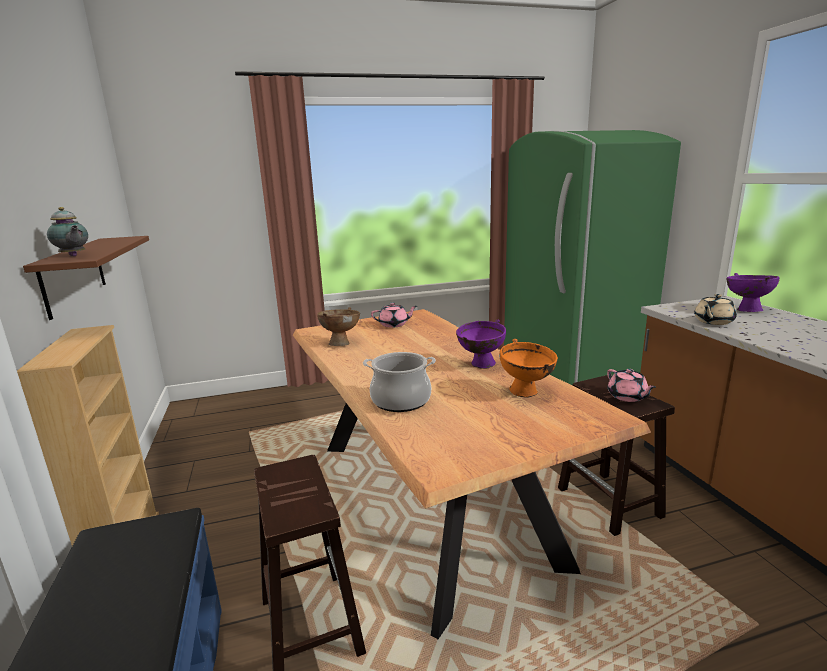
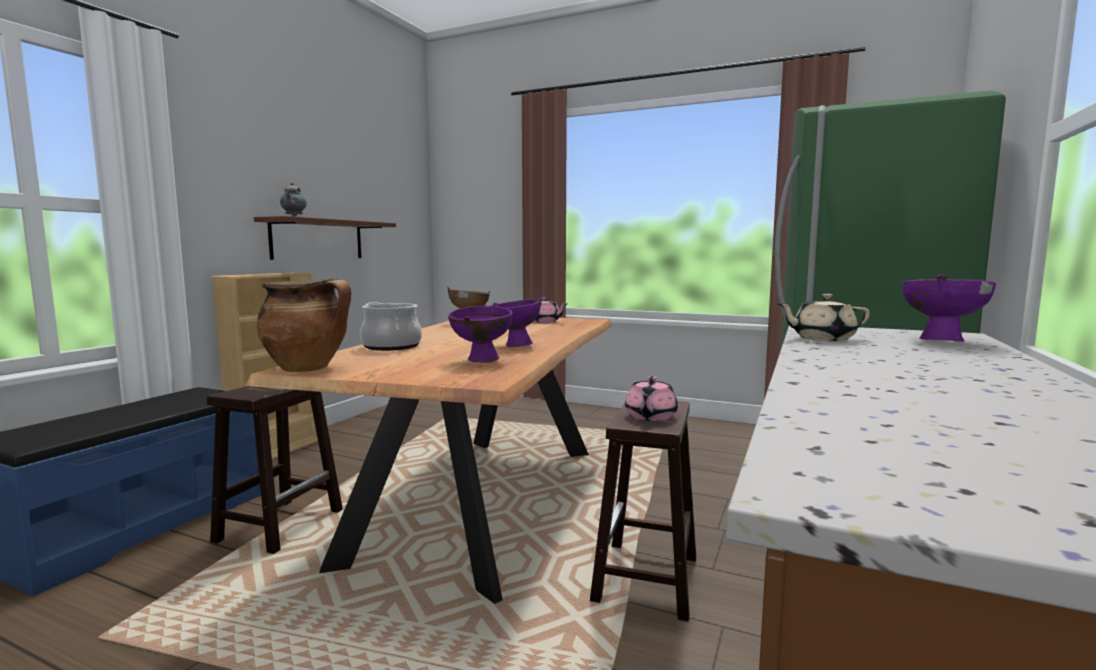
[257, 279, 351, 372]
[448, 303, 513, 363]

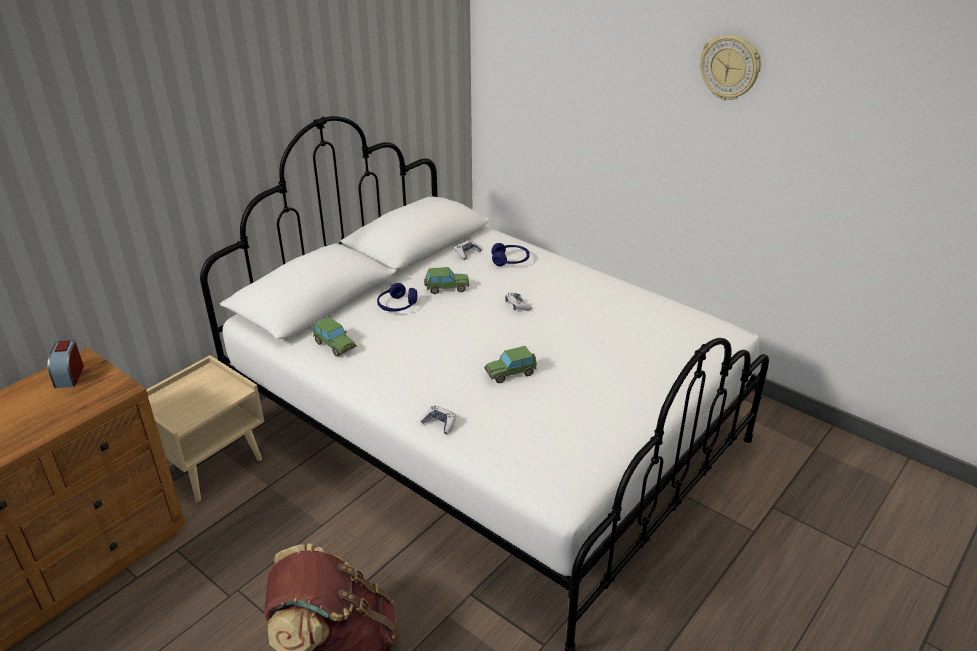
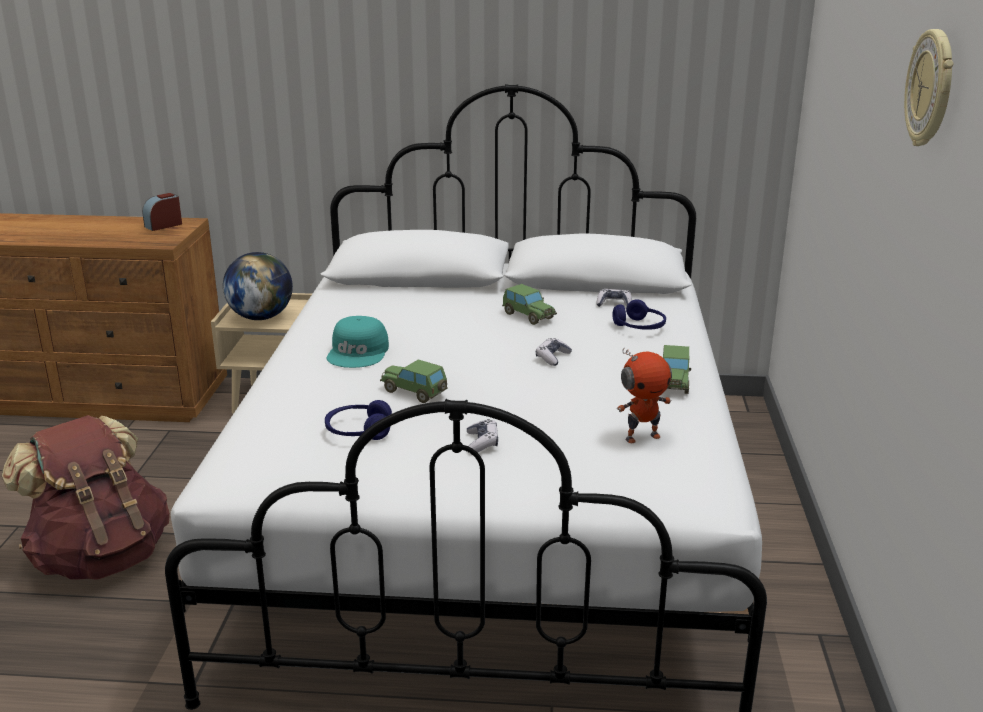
[223, 252, 293, 320]
[325, 400, 392, 440]
[327, 316, 389, 368]
[467, 419, 498, 453]
[617, 348, 672, 443]
[663, 345, 691, 394]

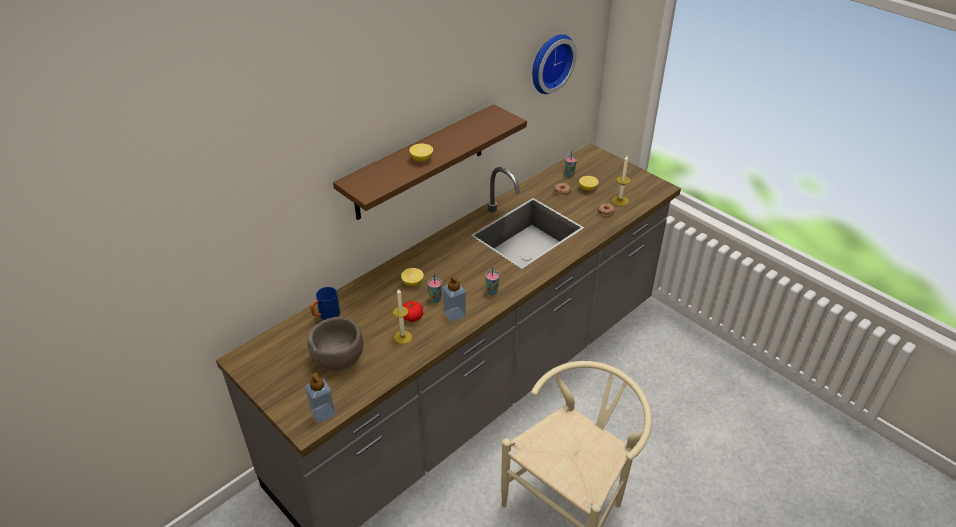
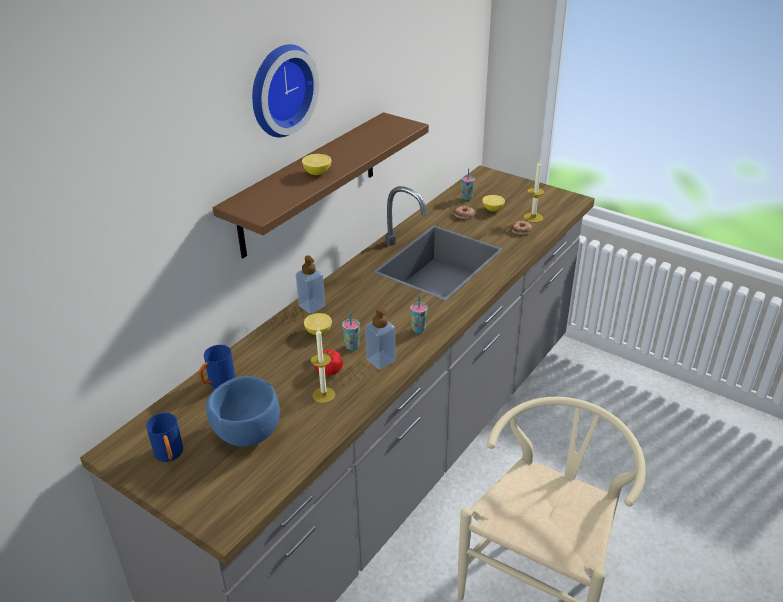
[146, 413, 183, 462]
[206, 376, 280, 447]
[252, 44, 319, 137]
[296, 256, 325, 314]

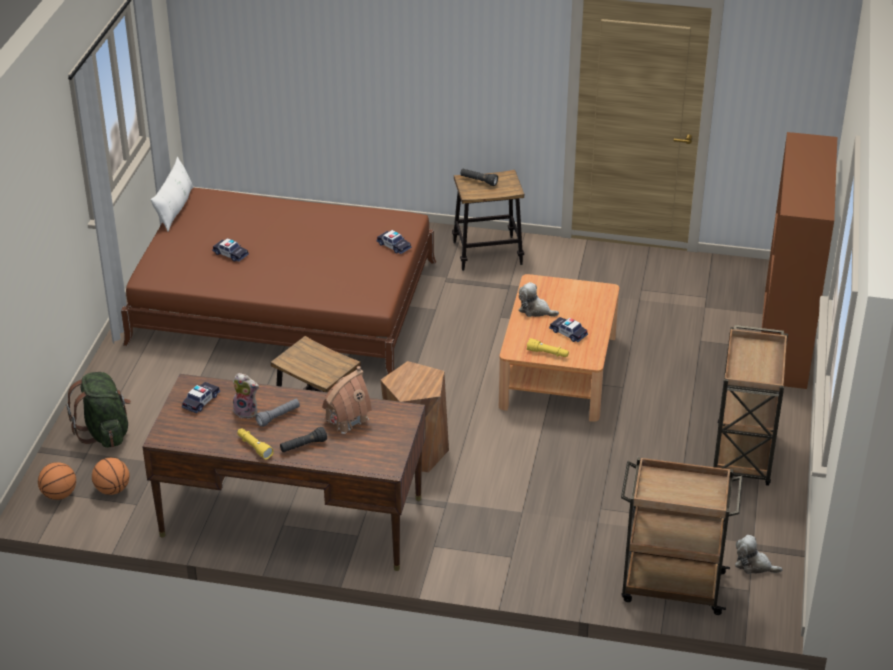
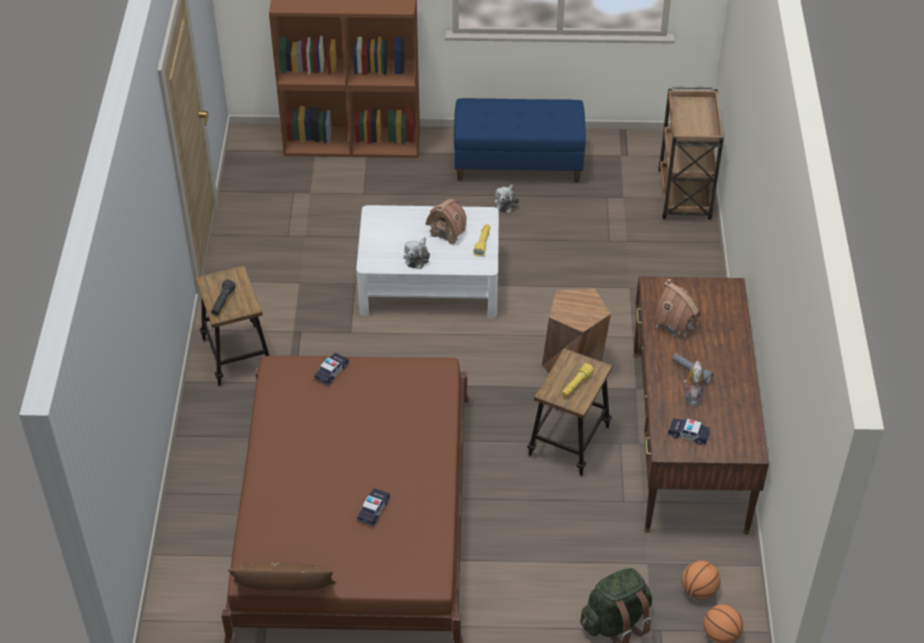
[228, 563, 336, 591]
[356, 205, 499, 318]
[426, 199, 467, 245]
[454, 98, 586, 183]
[494, 184, 519, 213]
[562, 363, 594, 396]
[280, 427, 327, 452] (first image)

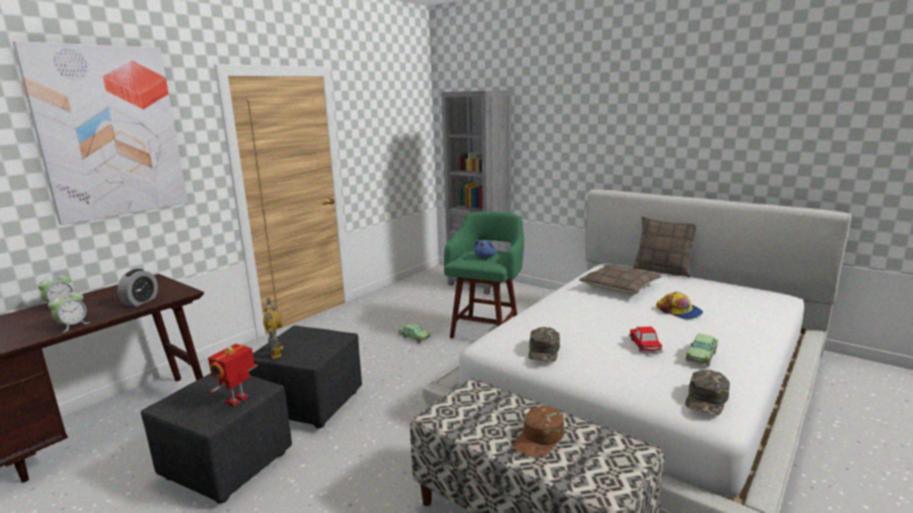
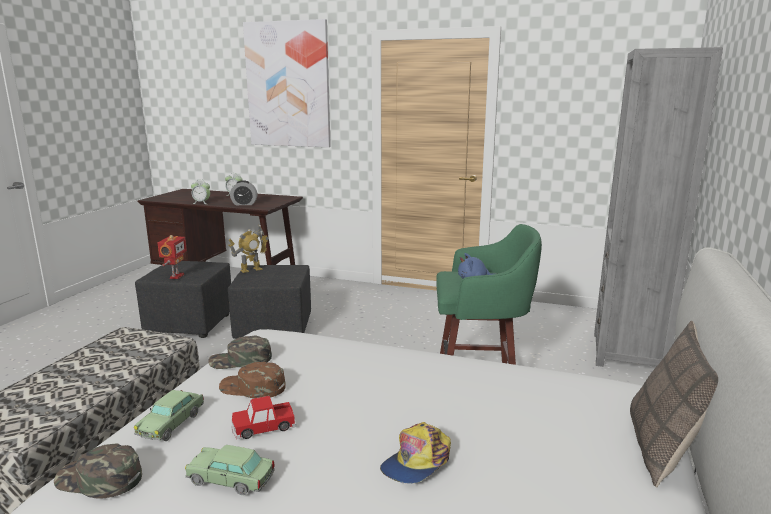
[134, 390, 204, 441]
[158, 235, 187, 279]
[219, 362, 286, 398]
[579, 265, 662, 295] (first image)

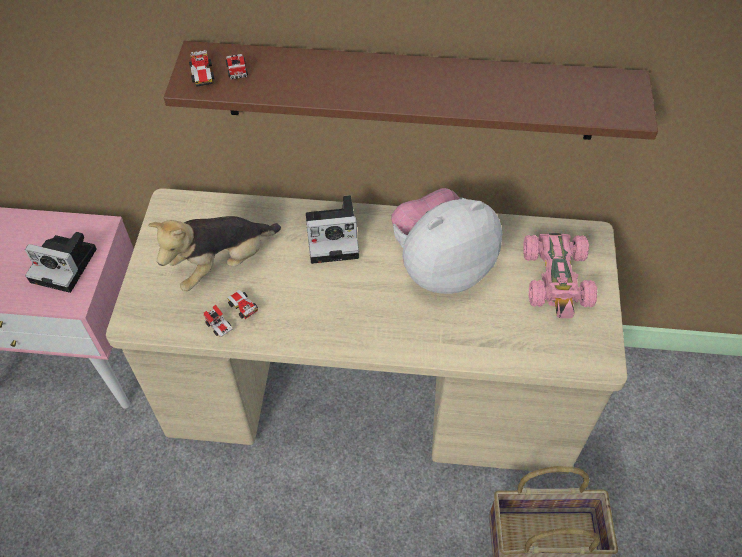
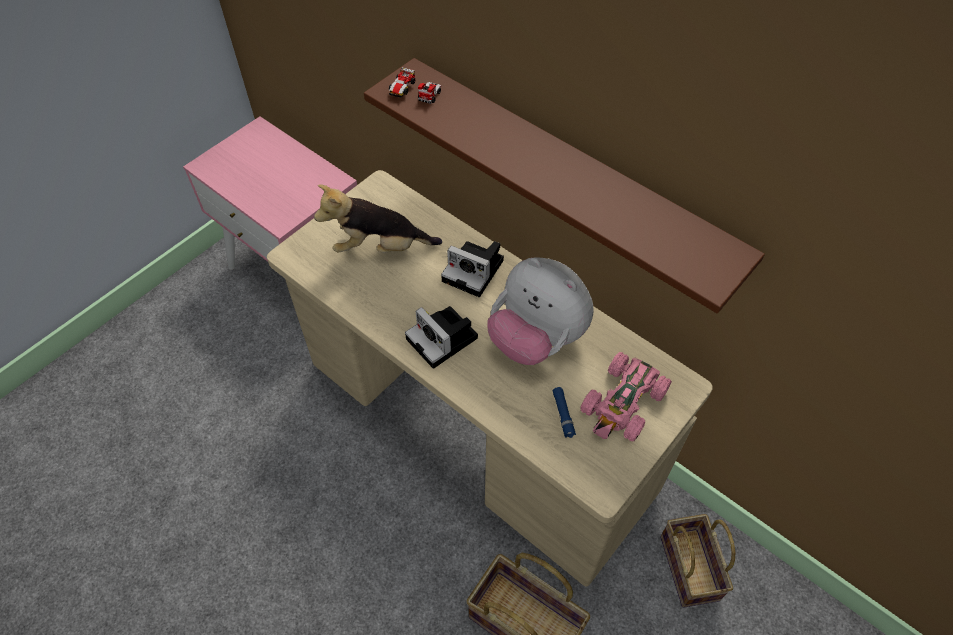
[405, 306, 478, 369]
[487, 258, 594, 365]
[553, 387, 576, 438]
[660, 514, 735, 608]
[204, 290, 258, 337] (first image)

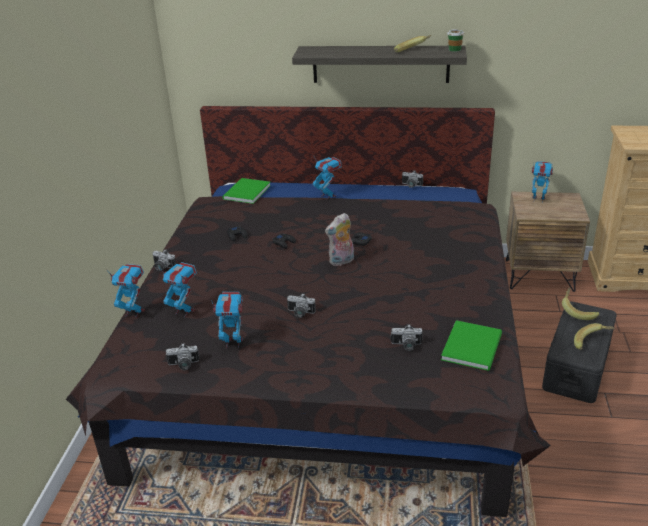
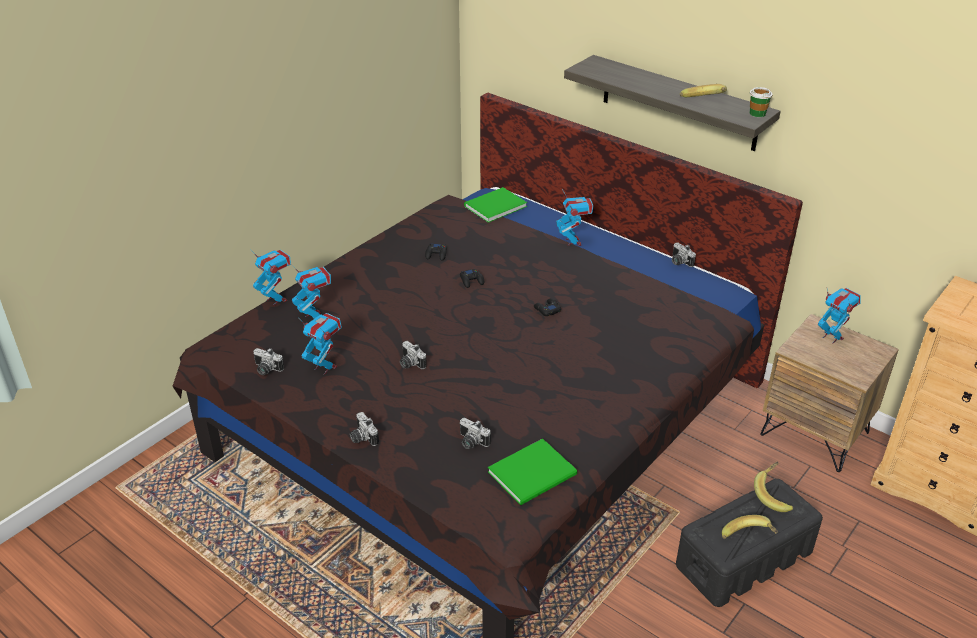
[350, 412, 379, 446]
[325, 213, 354, 266] (first image)

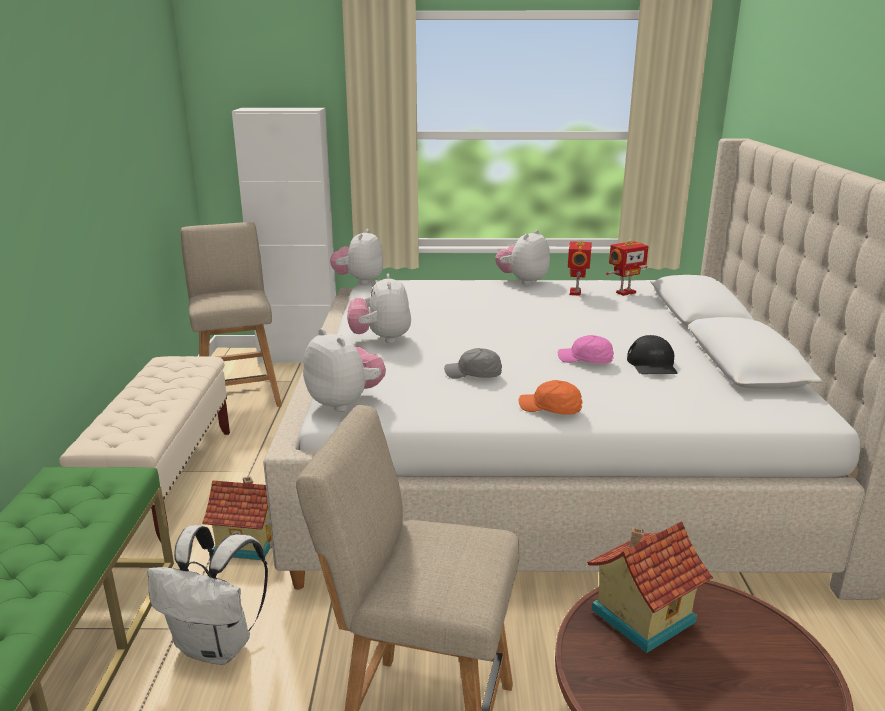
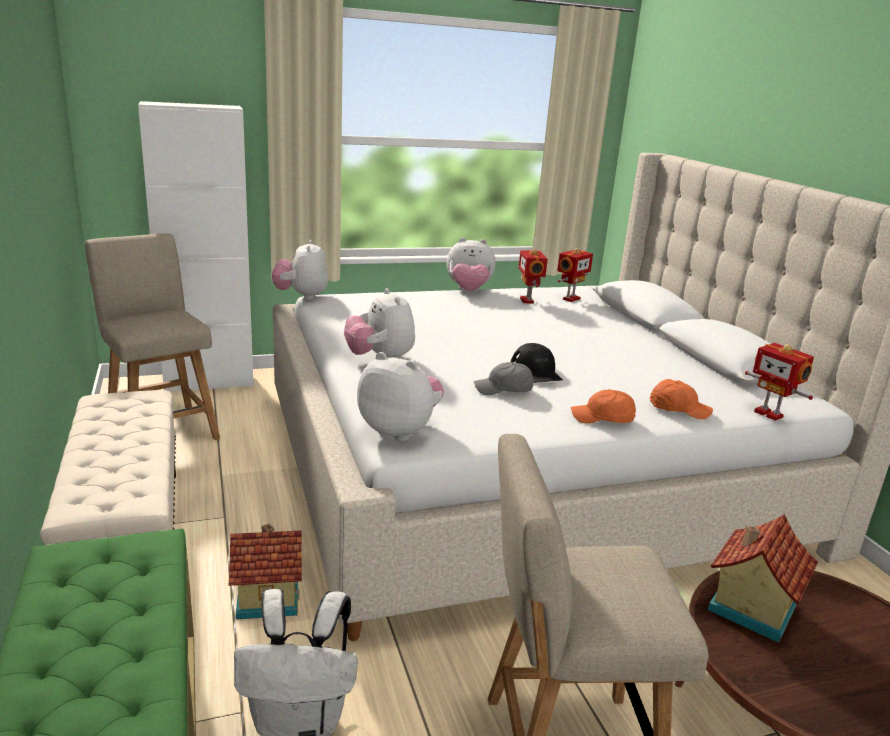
[447, 238, 495, 291]
[510, 343, 563, 383]
[650, 379, 713, 419]
[745, 343, 814, 421]
[558, 335, 614, 364] (first image)

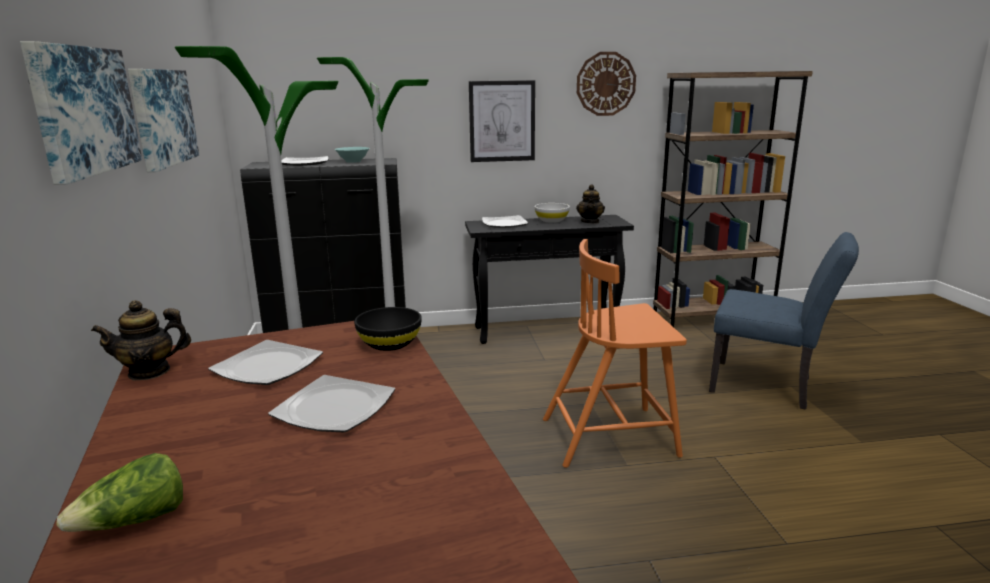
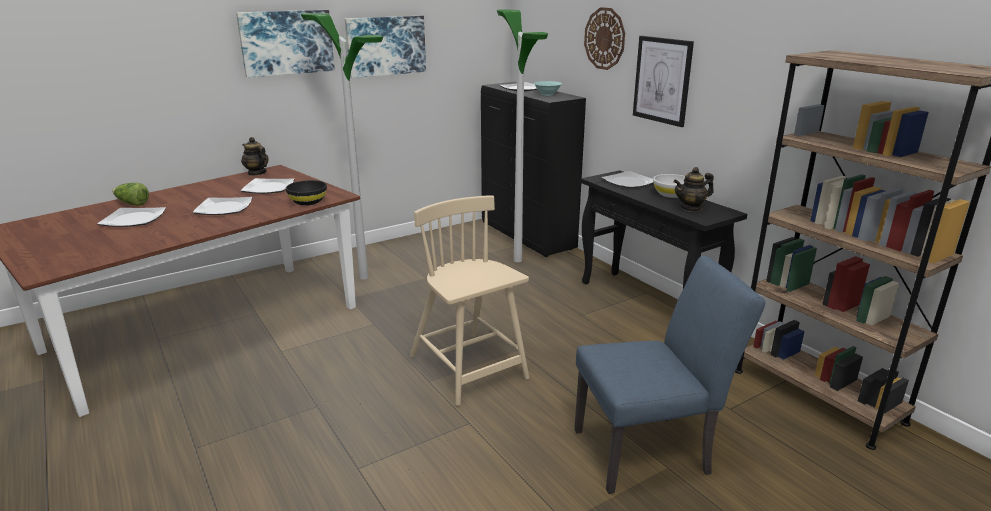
[97, 207, 166, 227]
[410, 195, 529, 406]
[574, 256, 765, 494]
[584, 7, 625, 70]

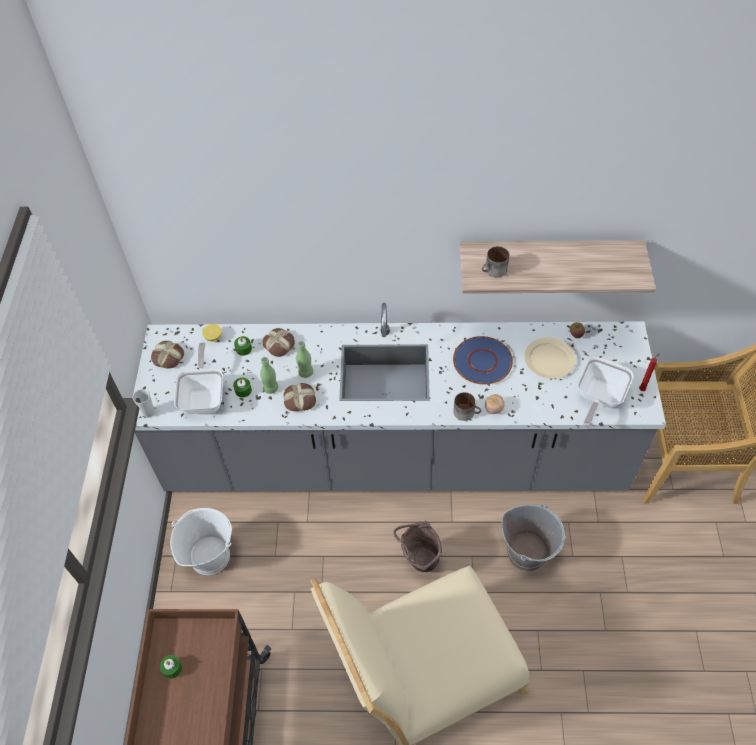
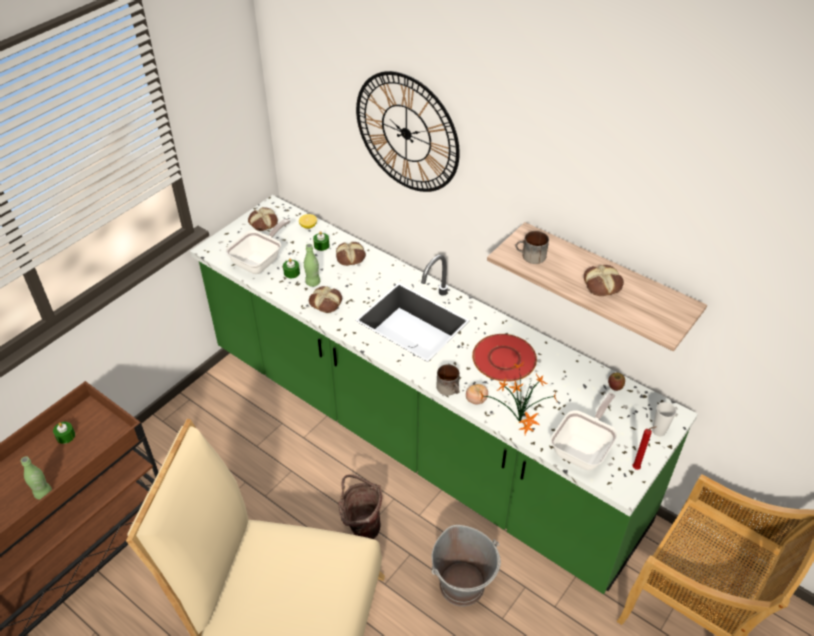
[21, 456, 52, 500]
[190, 195, 698, 594]
[356, 71, 460, 192]
[472, 334, 537, 382]
[480, 362, 557, 435]
[551, 393, 618, 470]
[584, 265, 624, 296]
[652, 402, 676, 436]
[170, 508, 232, 575] (first image)
[525, 337, 576, 379] (first image)

